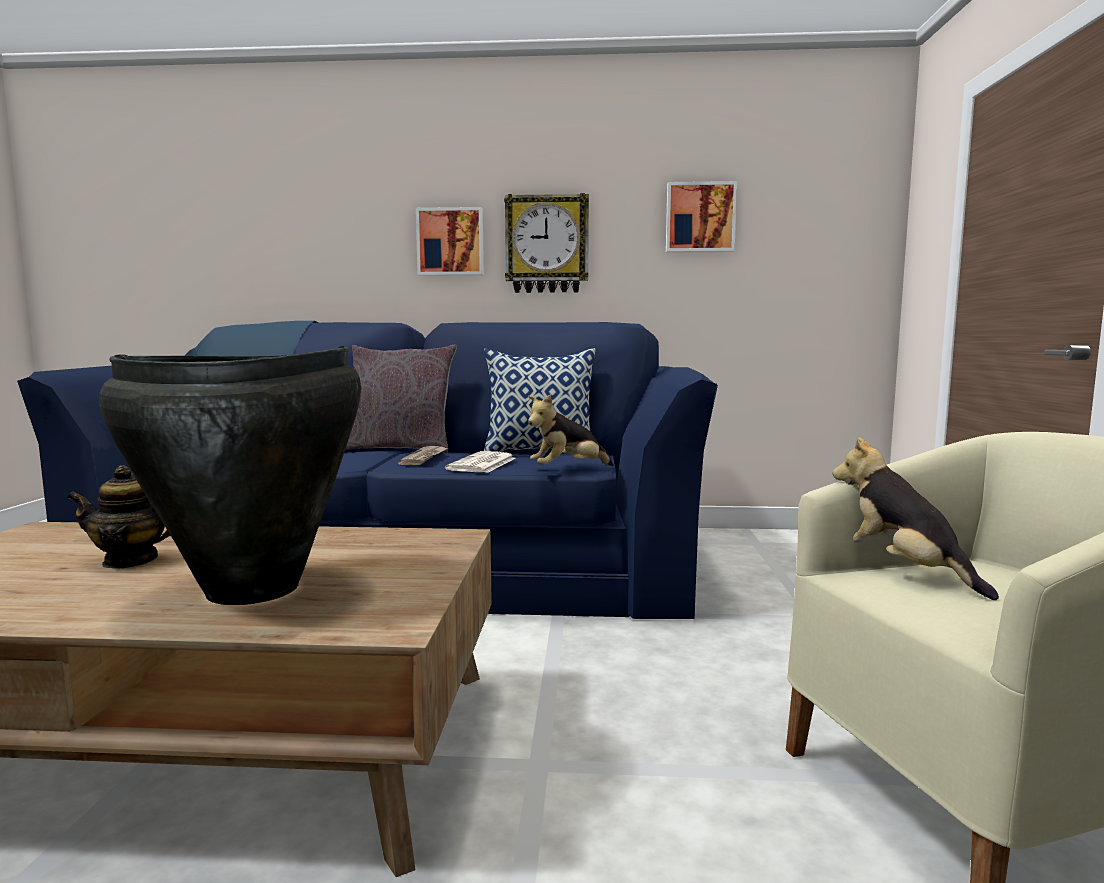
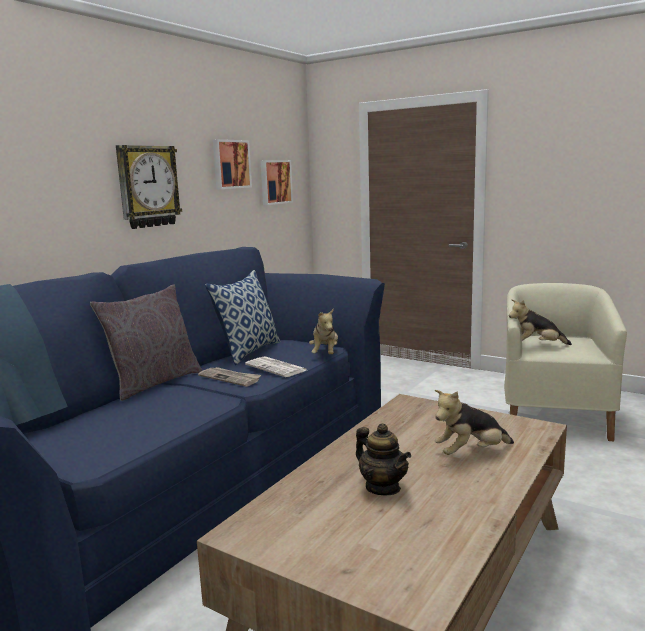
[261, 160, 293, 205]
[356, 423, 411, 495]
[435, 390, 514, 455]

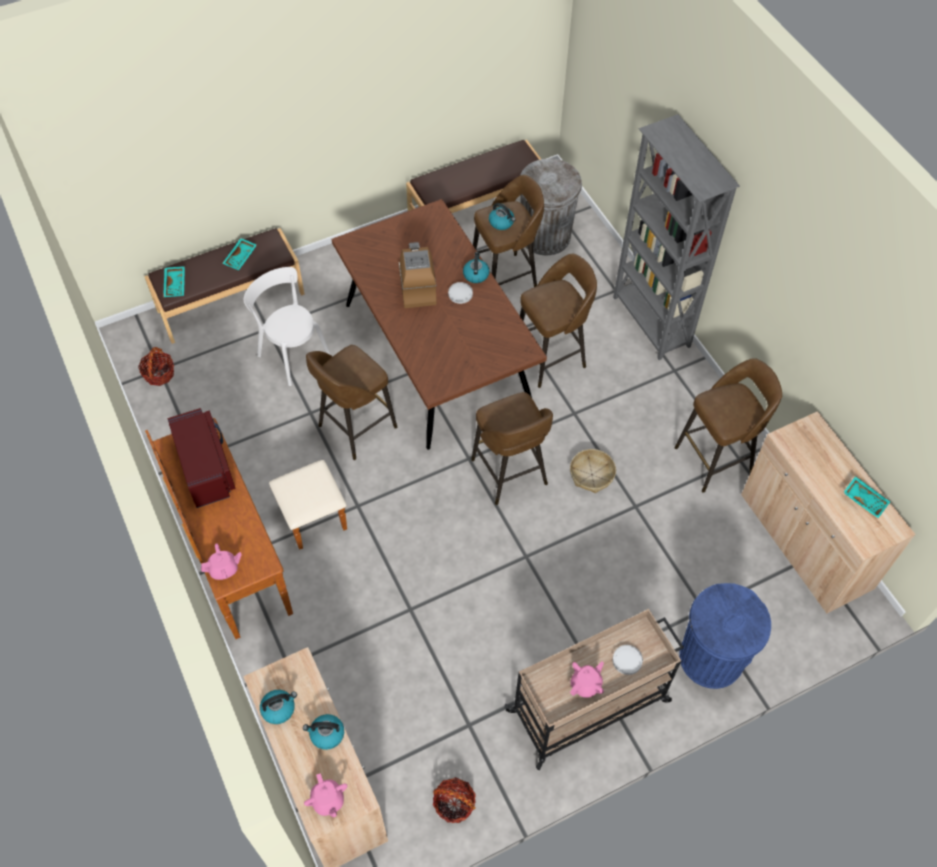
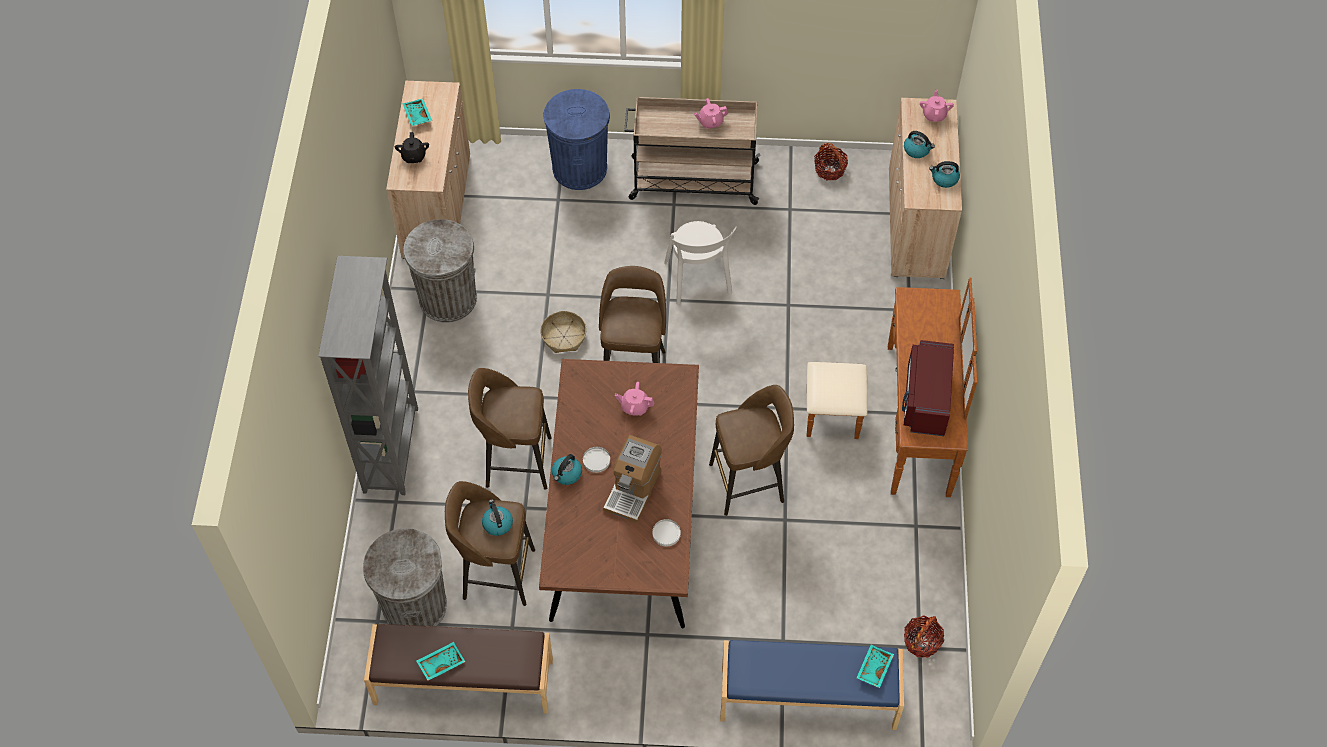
[395, 132, 429, 163]
[403, 219, 477, 323]
[416, 642, 465, 681]
[615, 382, 654, 416]
[652, 519, 681, 546]
[664, 221, 737, 305]
[720, 640, 904, 730]

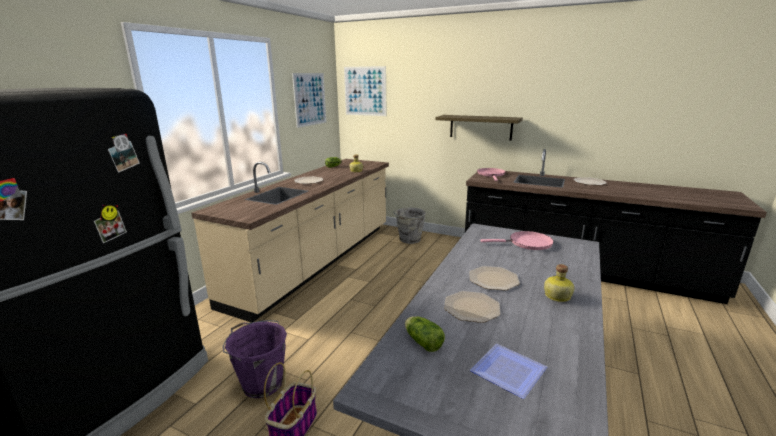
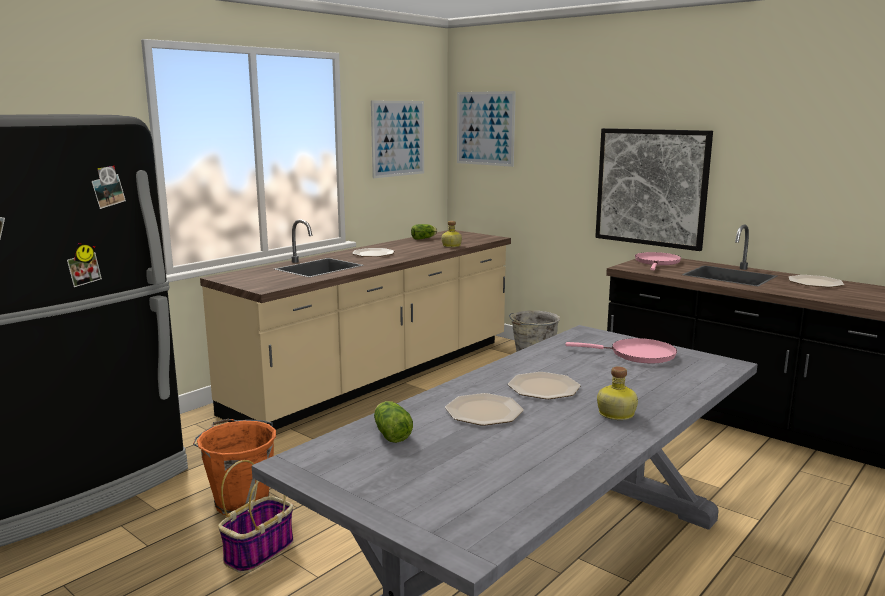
[193, 418, 276, 515]
[595, 128, 713, 251]
[470, 344, 547, 399] (first image)

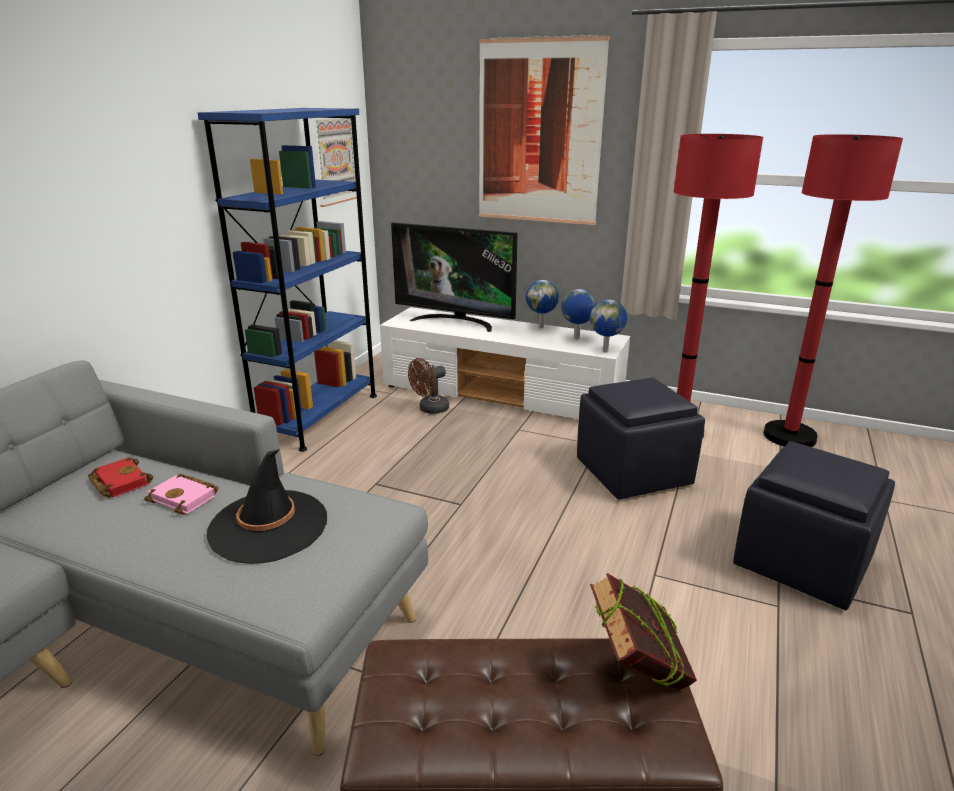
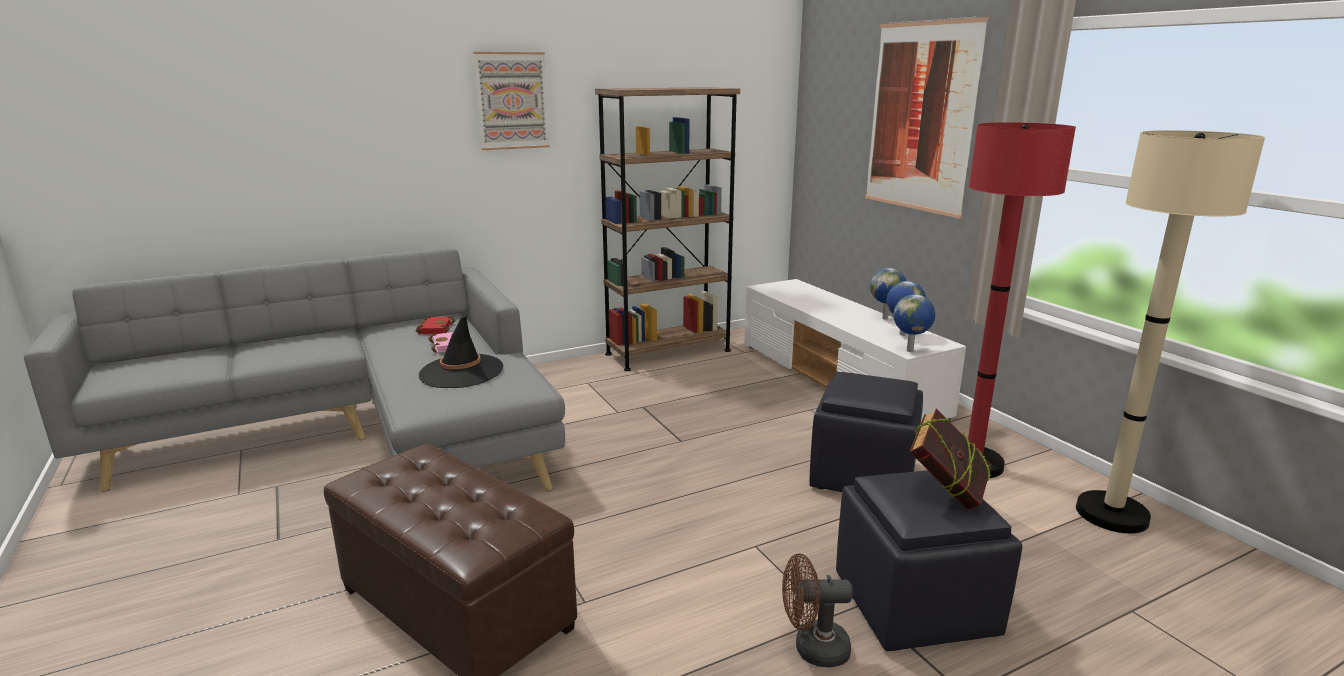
[473, 52, 550, 150]
[595, 87, 740, 371]
[782, 553, 853, 667]
[910, 408, 992, 510]
[1076, 130, 1265, 533]
[391, 223, 518, 332] (first image)

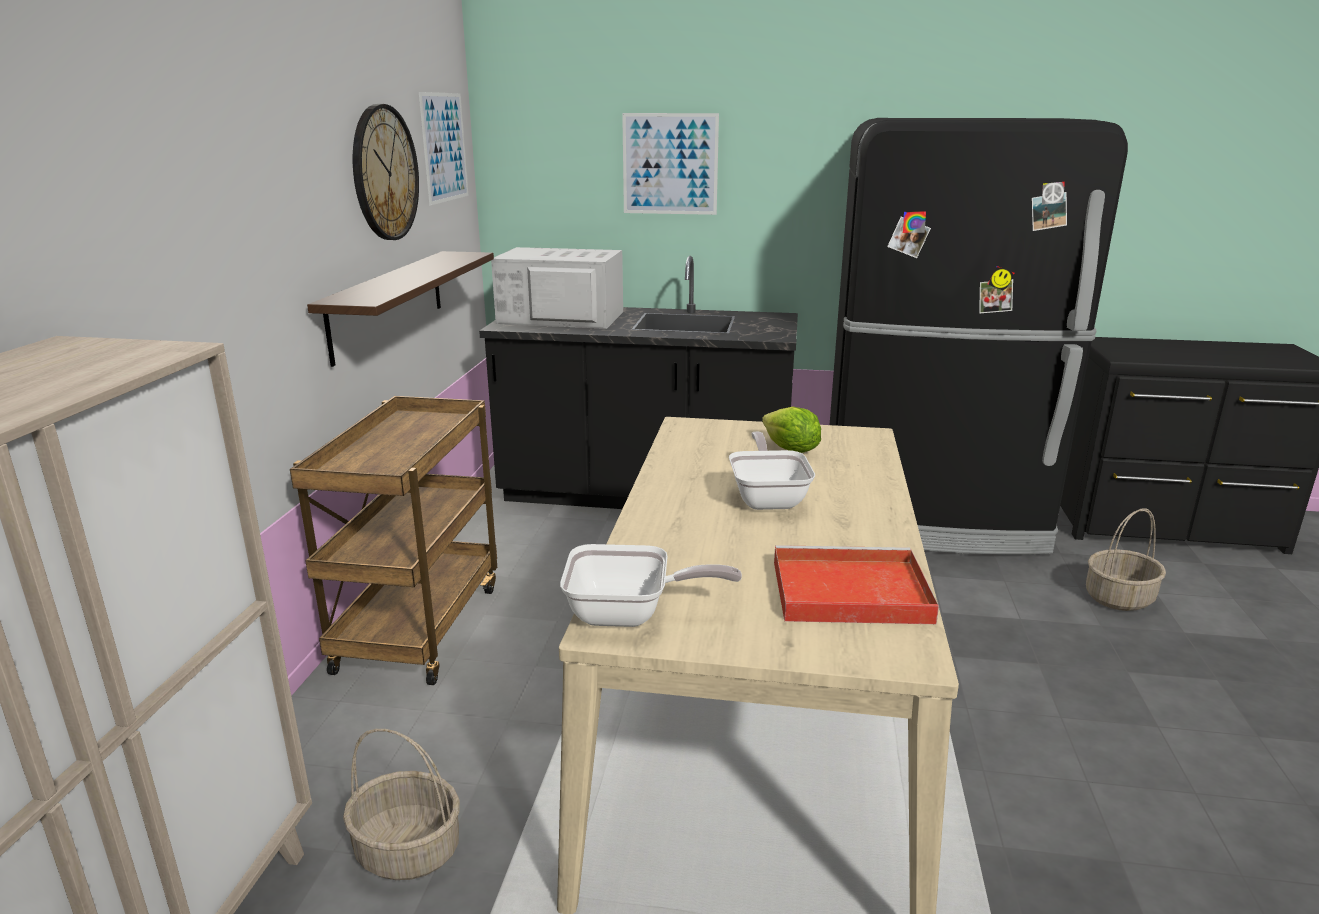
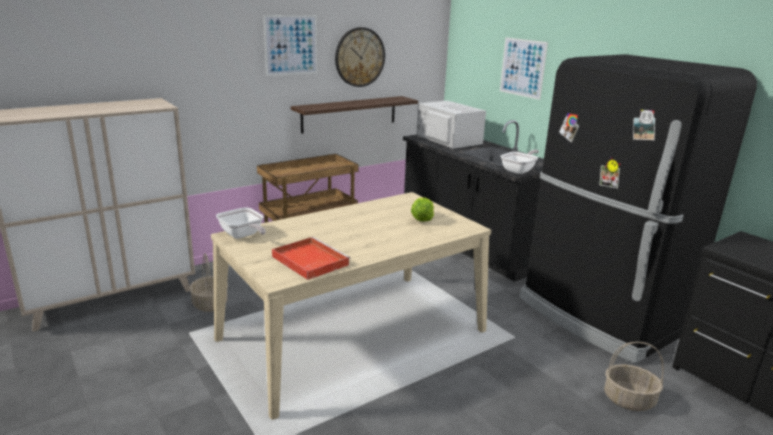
[264, 15, 317, 76]
[501, 150, 539, 174]

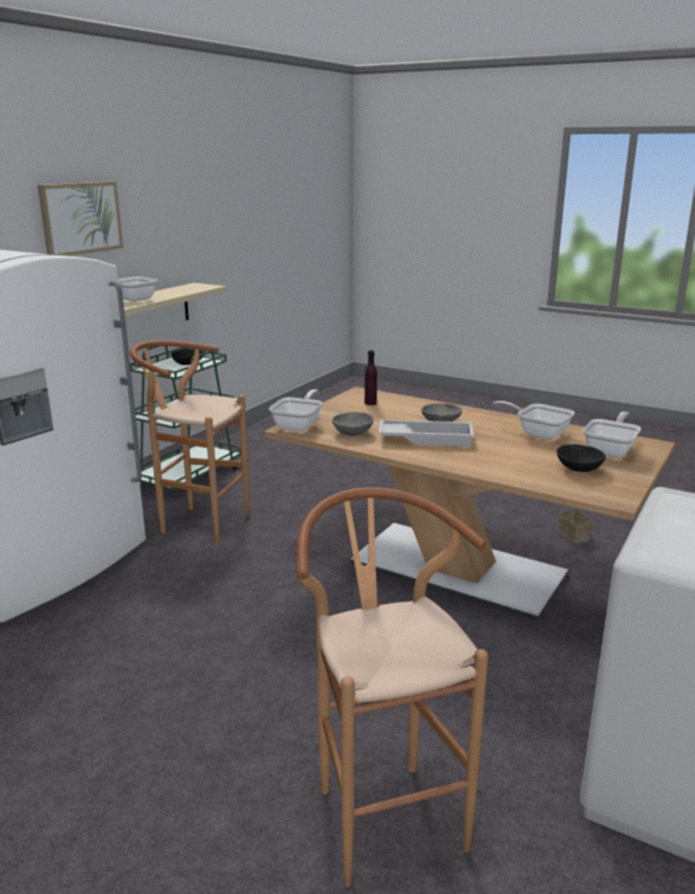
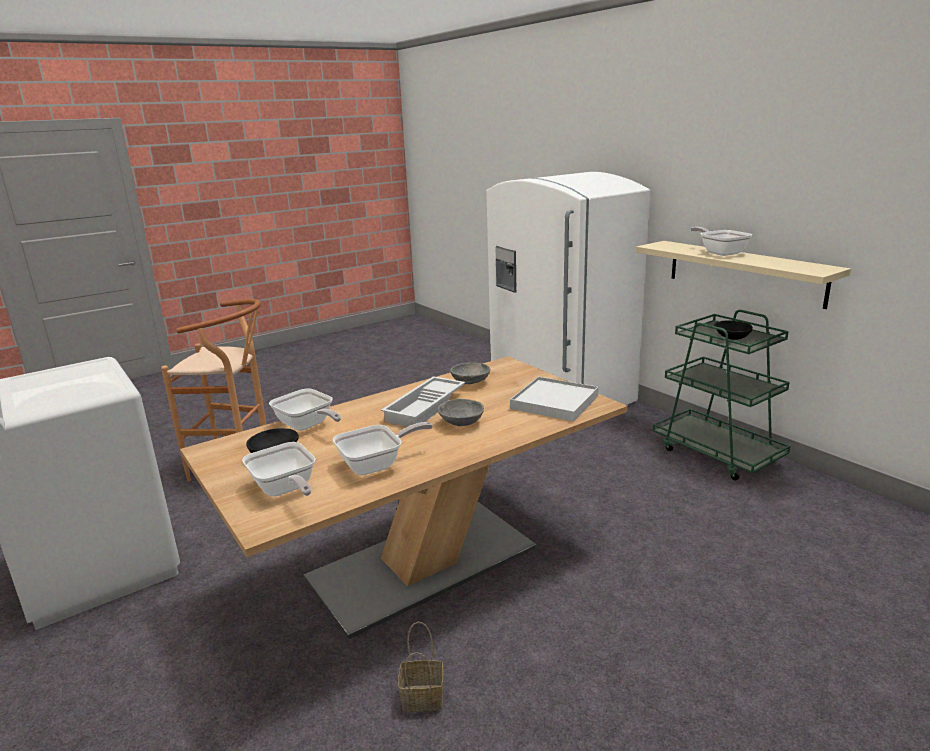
[269, 389, 341, 431]
[510, 377, 599, 422]
[38, 181, 123, 256] (first image)
[130, 340, 249, 546] (first image)

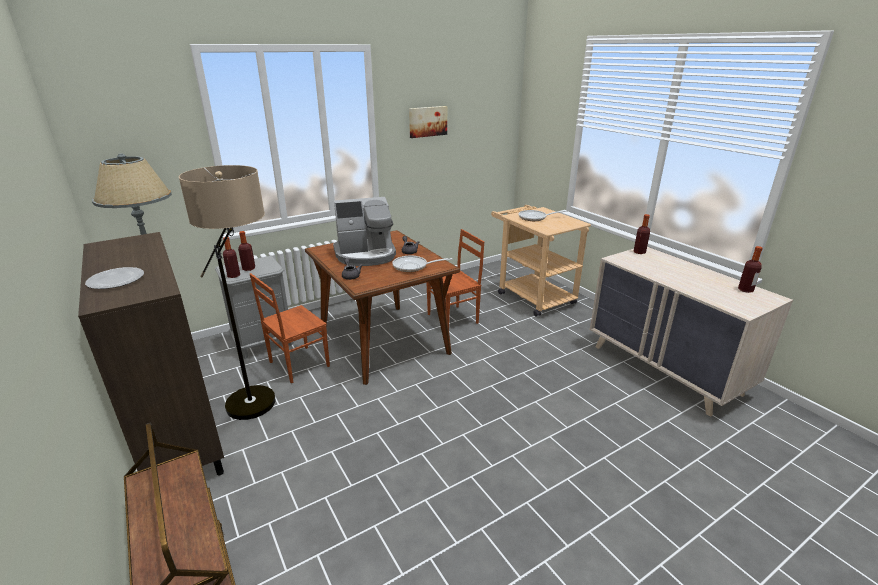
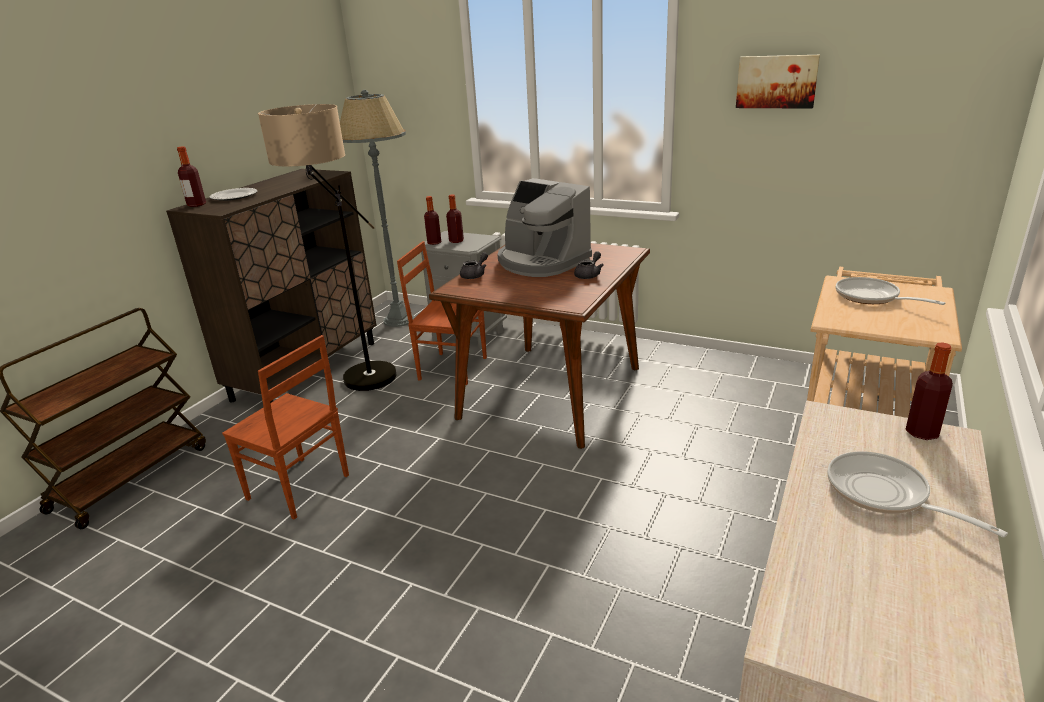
[177, 146, 206, 207]
[222, 335, 349, 520]
[827, 452, 1008, 538]

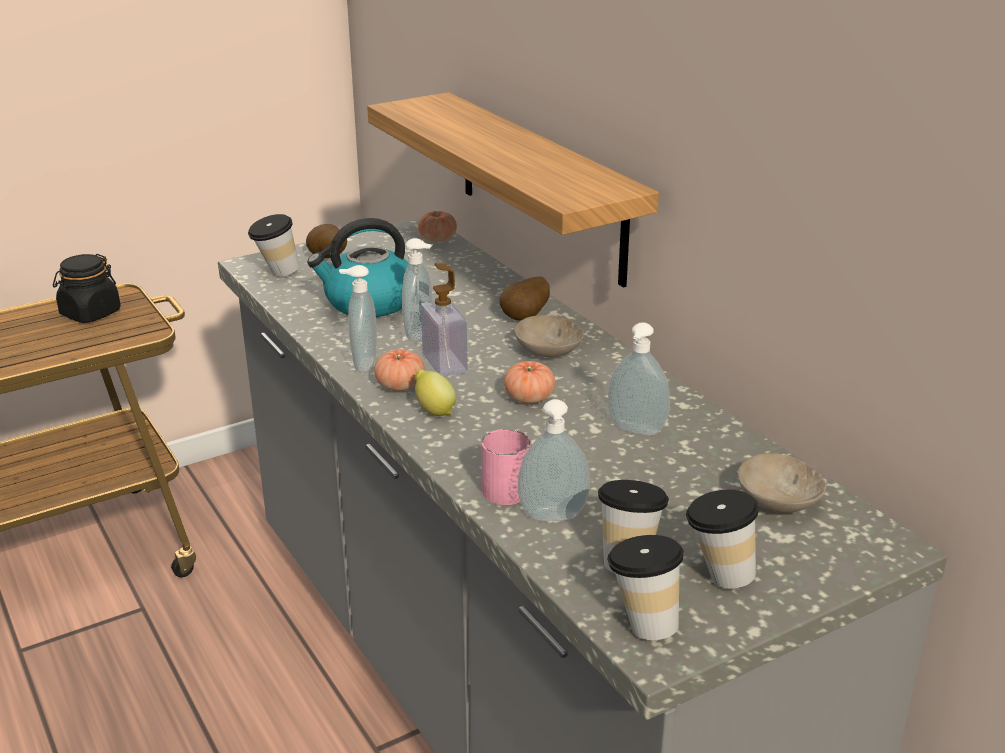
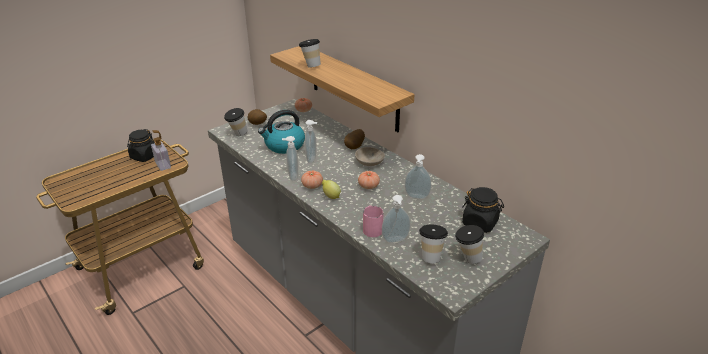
[151, 130, 171, 171]
[299, 39, 321, 68]
[462, 187, 504, 233]

